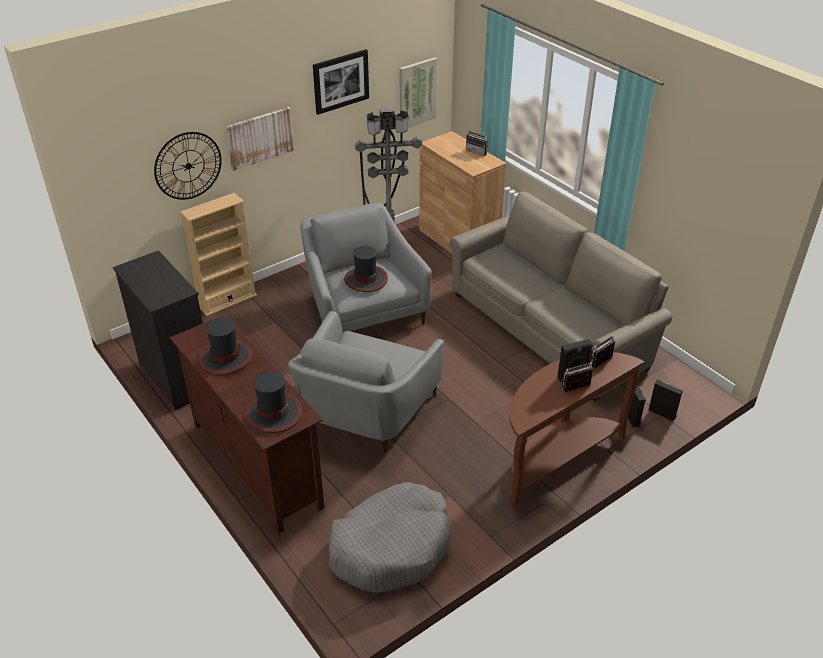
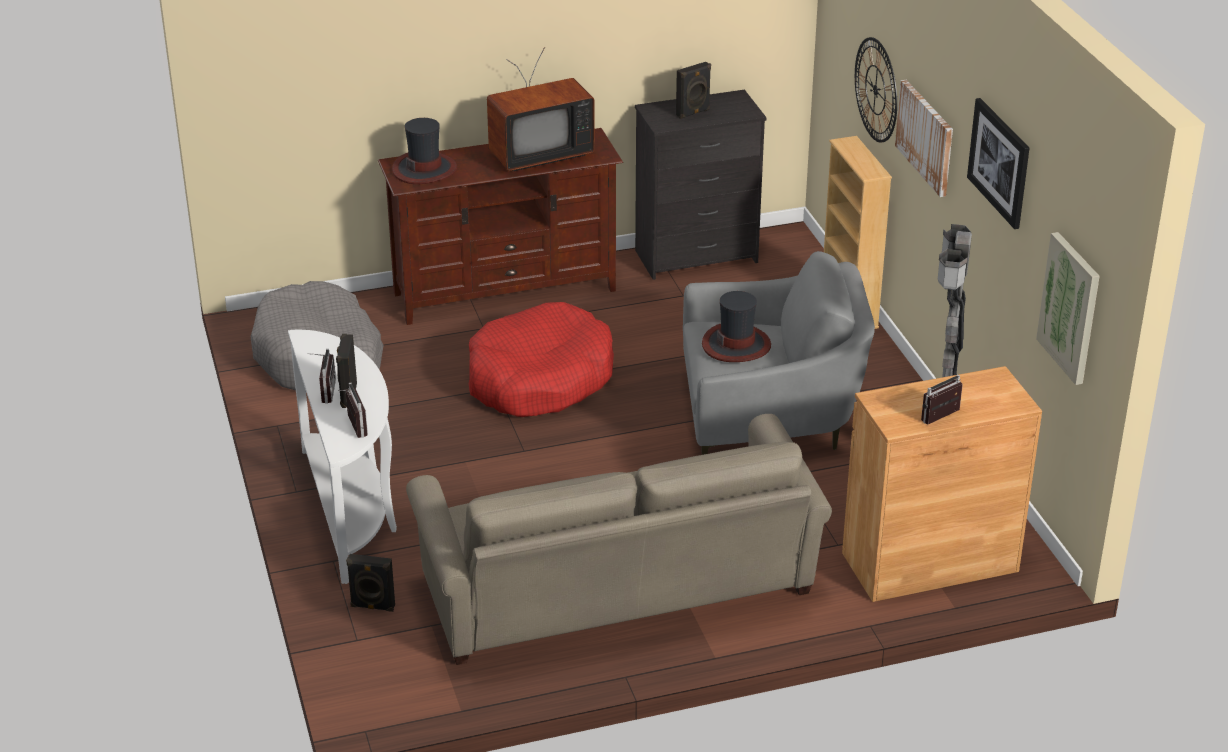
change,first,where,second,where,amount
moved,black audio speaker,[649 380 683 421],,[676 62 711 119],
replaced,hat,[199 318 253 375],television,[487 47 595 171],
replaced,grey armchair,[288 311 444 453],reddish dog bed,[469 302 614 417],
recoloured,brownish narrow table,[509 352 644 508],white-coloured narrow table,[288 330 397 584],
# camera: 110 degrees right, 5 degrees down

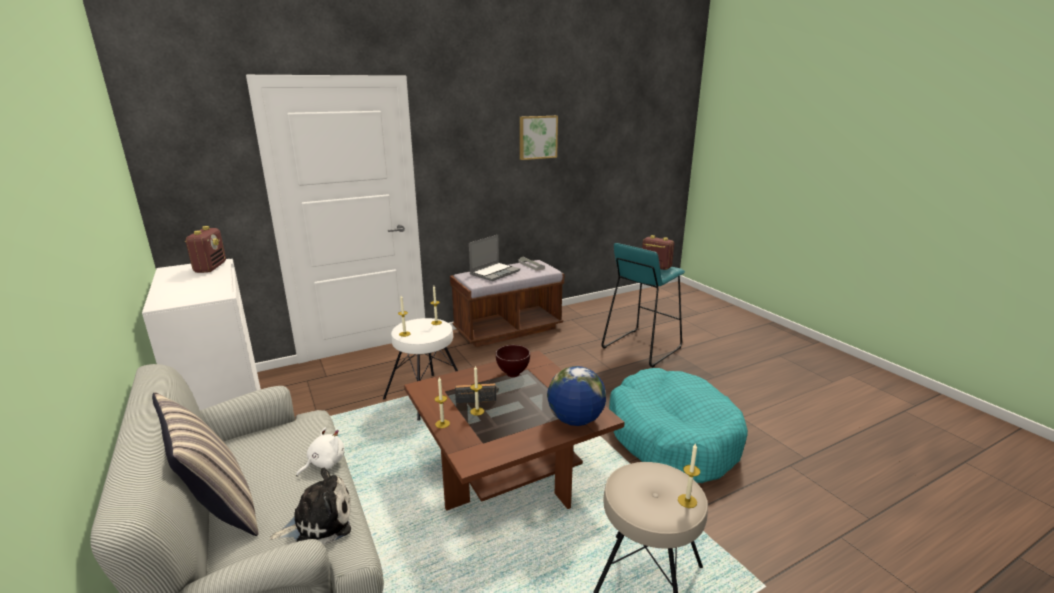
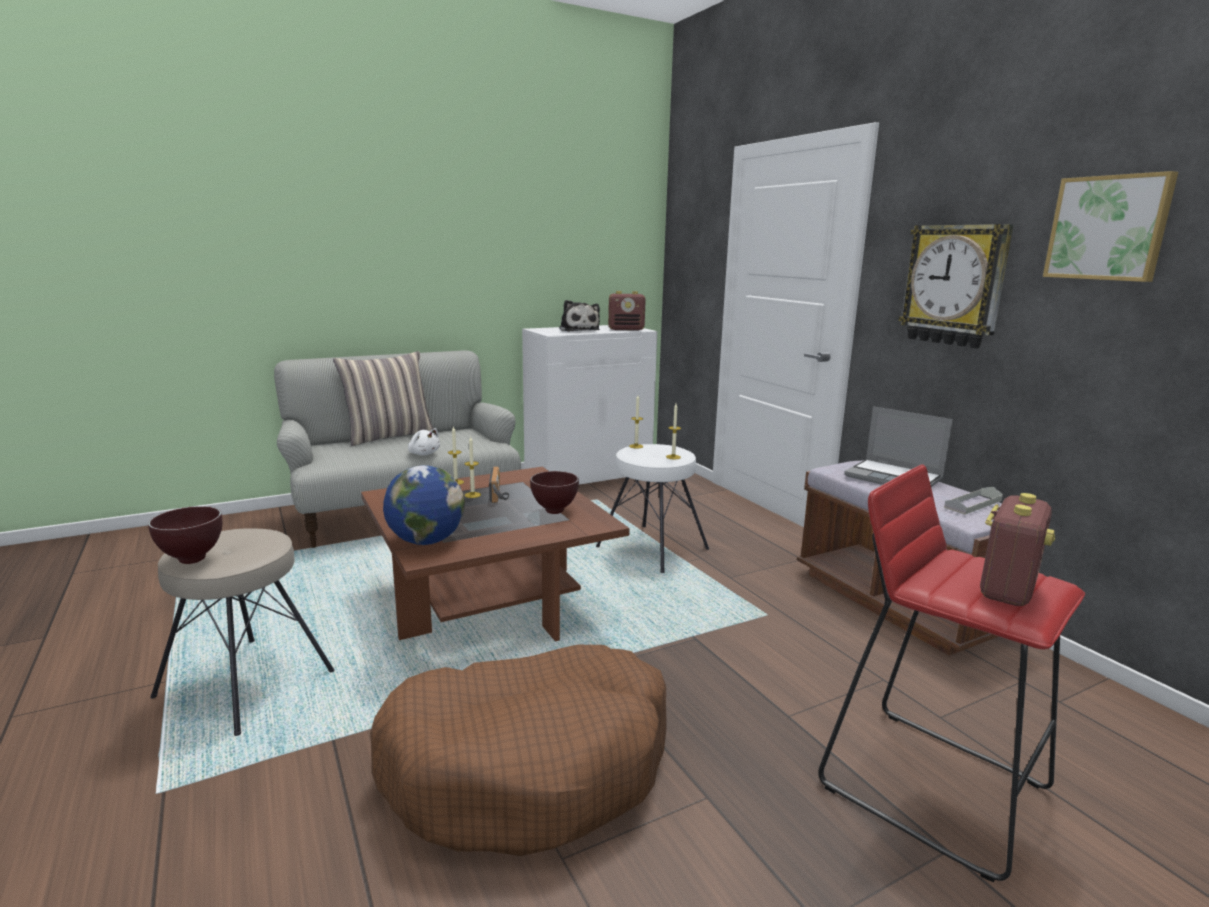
change,first,where,second,where,amount
added,,,hanging clock,[898 224 1013 349],
moved,plush toy,[269 468 351 544],,[559 300 600 332],
replaced,candle,[678 443 700 508],brownish bowl,[148 506 222 564],
recoloured,turquoise sitting stool,[601 243 685 367],reddish sitting stool,[818 464 1085 882],
recoloured,turquoise dog bed,[609 368 748 483],brownish dog bed,[370 645 667 856],
# camera: 90 degrees right, 5 degrees down

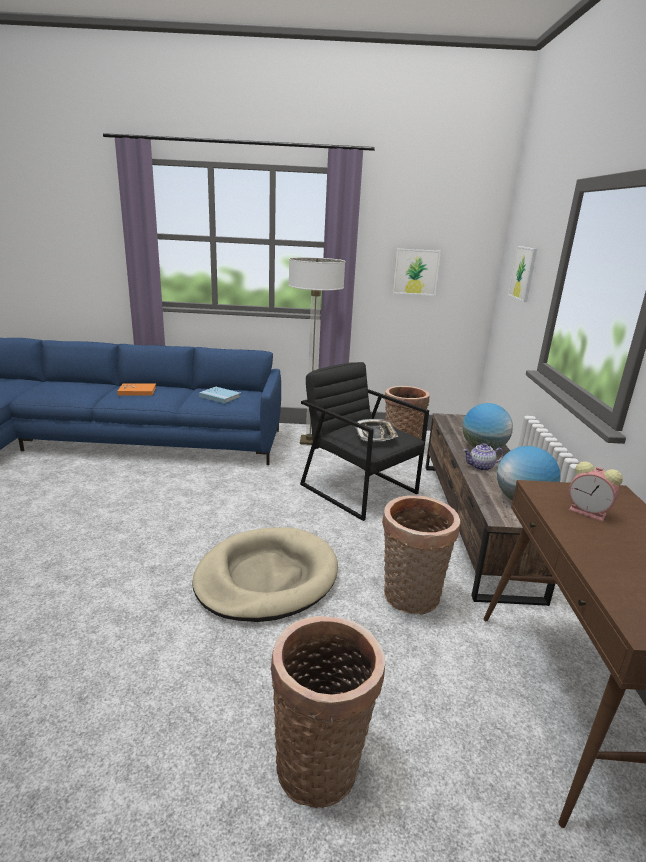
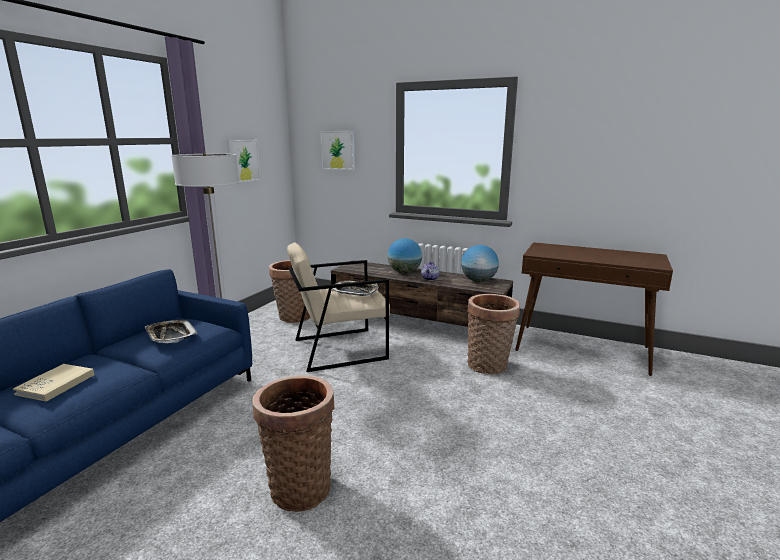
change,first,where,second,where,amount
removed,sand-coloured dog bed,[193 527 338 622],,,
removed,table clock,[569 461 623 522],,,
moved,basket,[270 616 385 808],,[252 375 335 512],
replaced,blue book,[199 387 241 404],serving tray,[145 320 197 343],
recoloured,orange-coloured book,[117 383 156 396],sand-coloured book,[13 364 95 402],
recoloured,black armchair,[300 362 429 521],sand-coloured armchair,[287 242 390 372],
# camera: 65 degrees left, 5 degrees down

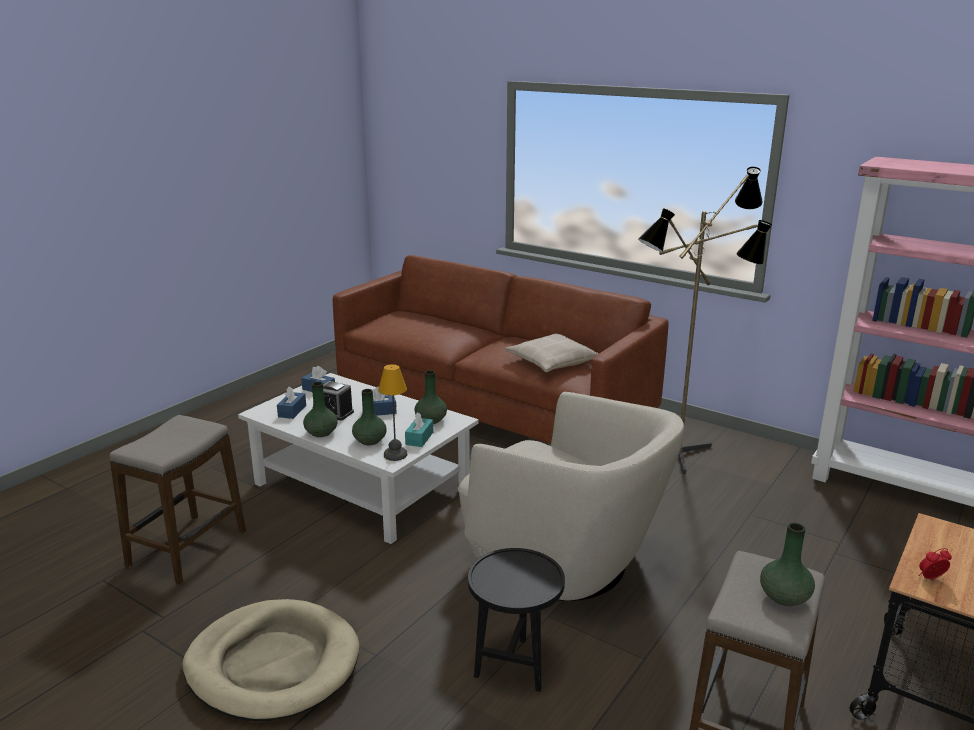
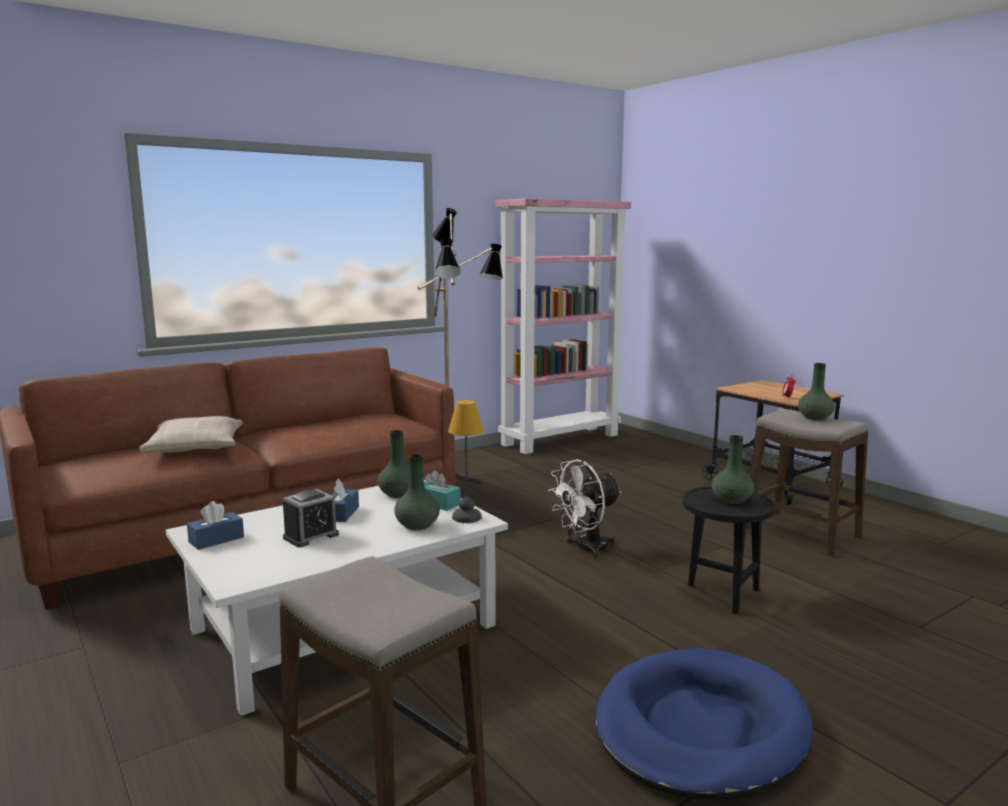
change,first,where,second,where,amount
removed,blue tissue holder,[277 387 306 419],,,
moved,green-coloured decorative vase,[303 382 338 437],,[712 435 755 504],
moved,sand-coloured pillow,[505 334 599 372],,[139 416 243 452],
replaced,sand-coloured armchair,[459 392 684 601],white-coloured fan,[548 459 621 559],
recoloured,sand-coloured dog bed,[183 599 359 721],blue dog bed,[595 648 813 800],
# camera: 70 degrees left, 10 degrees down

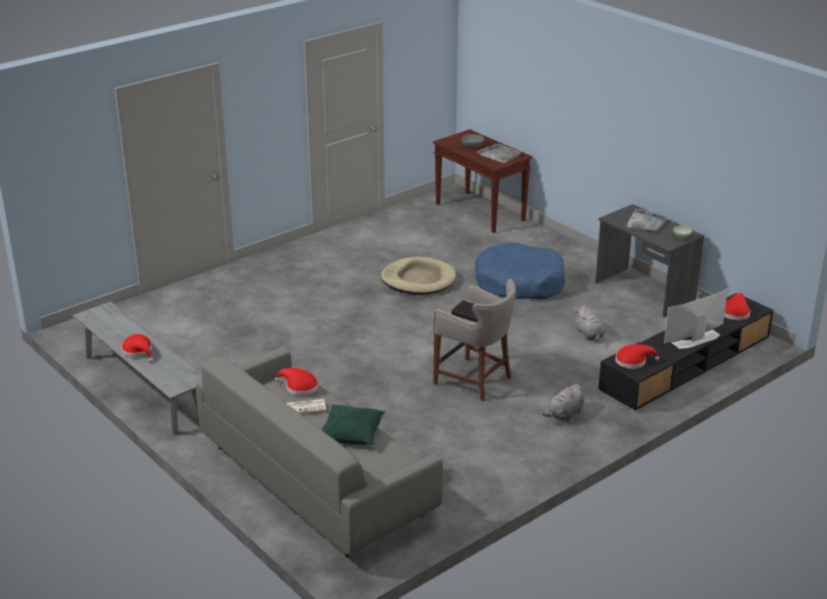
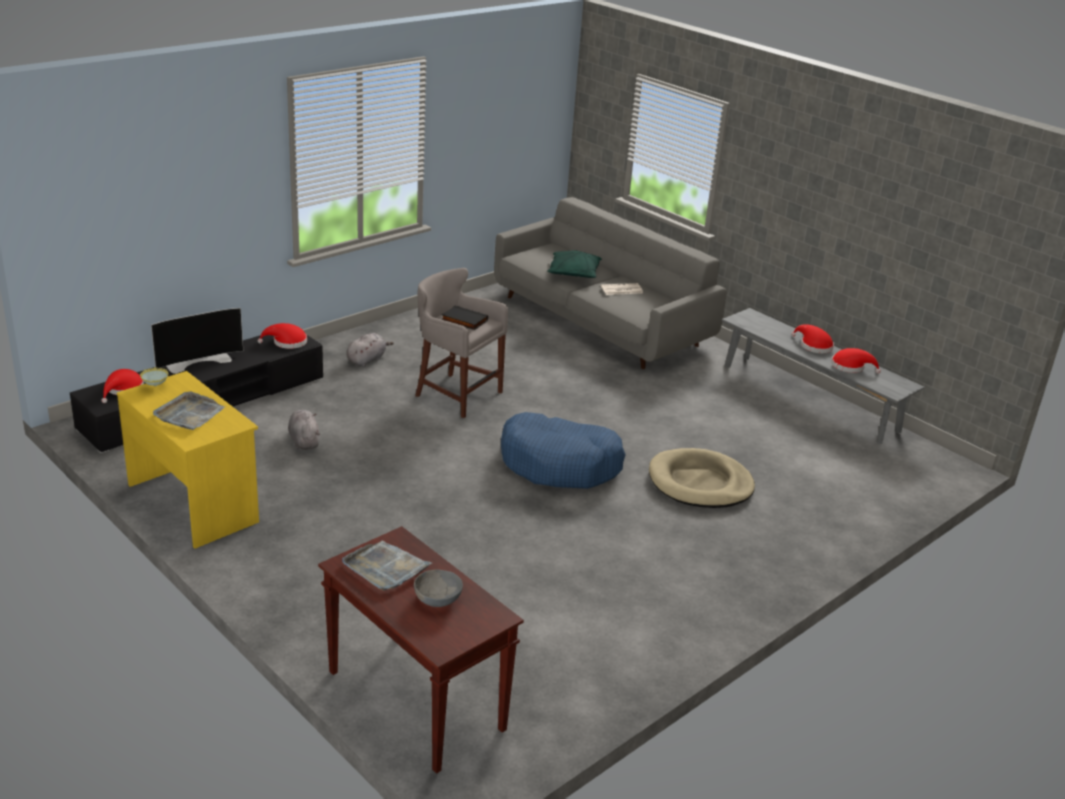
change,first,where,second,where,amount
moved,reddish hat,[275 368 318 396],,[831 348 881 374],
moved,sand-coloured dog bed,[381 257 456 295],,[649 448 755 508],
moved,blue dog bed,[475 242 565 300],,[501 412 626 489],
recoloured,grey desk unit,[595 204 704 317],yellow-coloured desk unit,[117 371 259 549],
# camera: 175 degrees right, 0 degrees up

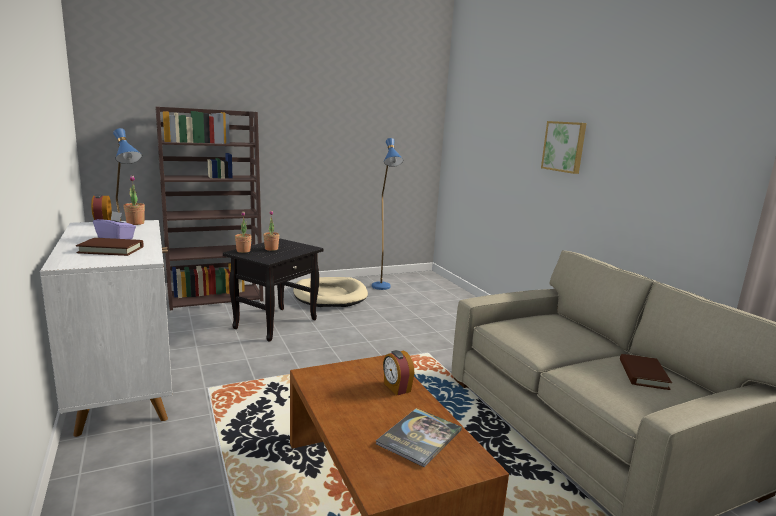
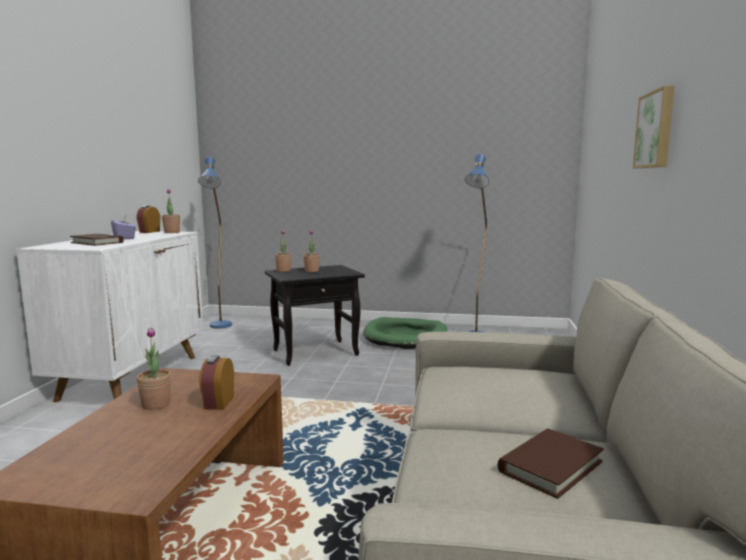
change,first,where,second,where,amount
removed,brownish shelving unit,[155 106 263 310],,,
removed,book,[376 408 462 467],,,
added,,,houseplant,[136 327 171 410],
recoloured,sand-coloured dog bed,[293 277 368 307],green-coloured dog bed,[363 317 448 349],
# camera: 35 degrees right, 5 degrees down

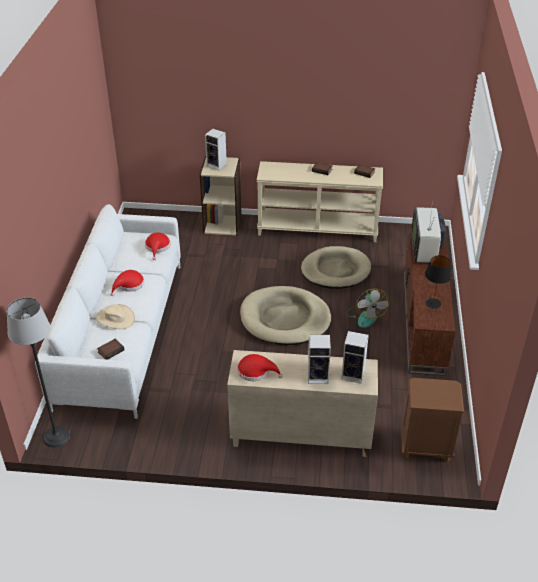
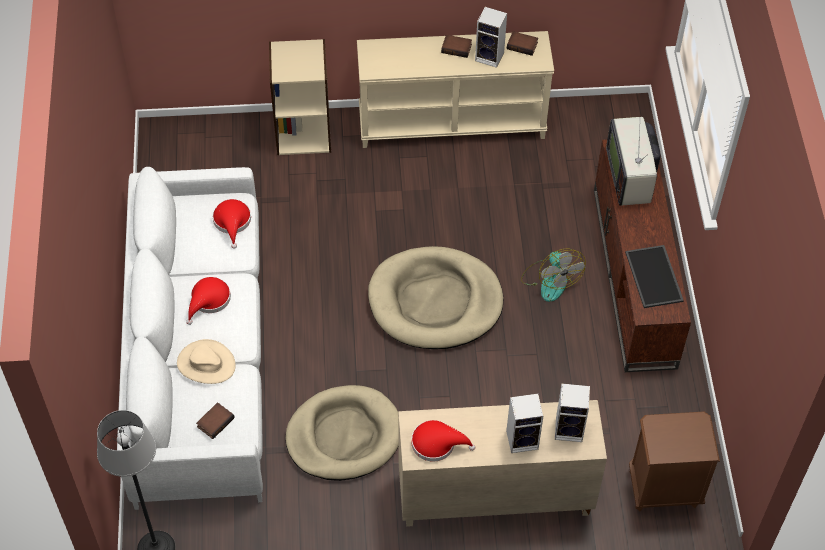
change,first,where,second,where,amount
moved,audio speaker,[205 129 227 170],,[475 7 507 68],
moved,sand-coloured dog bed,[301 246 371 289],,[286 385 398 481],
replaced,black table lamp,[425 255 452 309],serving tray,[625 245 684 308],
# camera: 10 degrees left, 15 degrees up

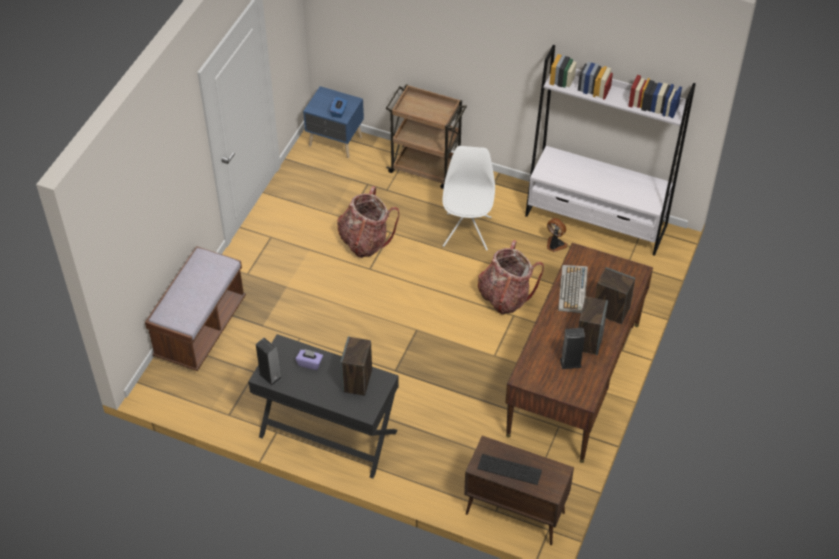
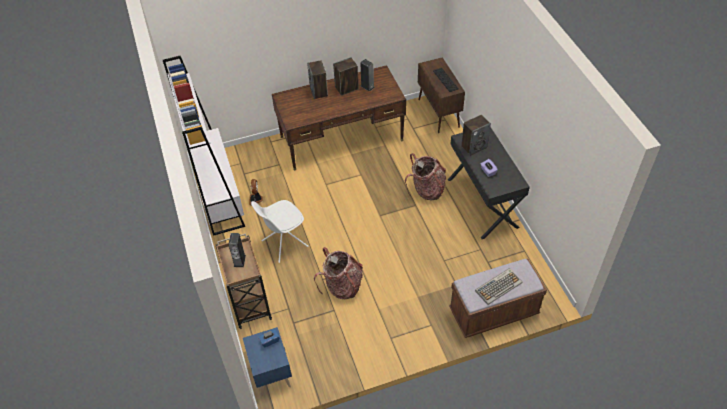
change,first,where,second,where,amount
moved,audio speaker,[256 338 282 386],,[228 233 246 267],
moved,backpack,[478 240 544 314],,[405 153 446 201],
moved,PC keyboard,[558 265 588 313],,[475 268 522 305],
# camera: 130 degrees left, 0 degrees up

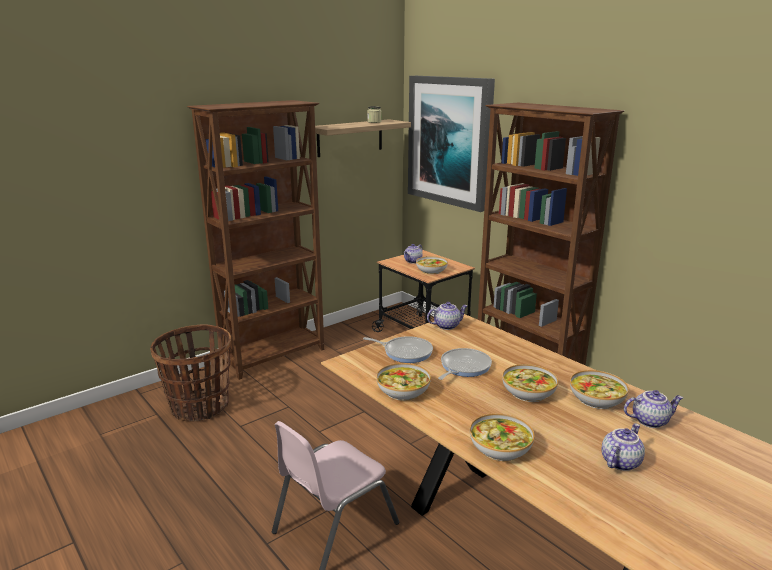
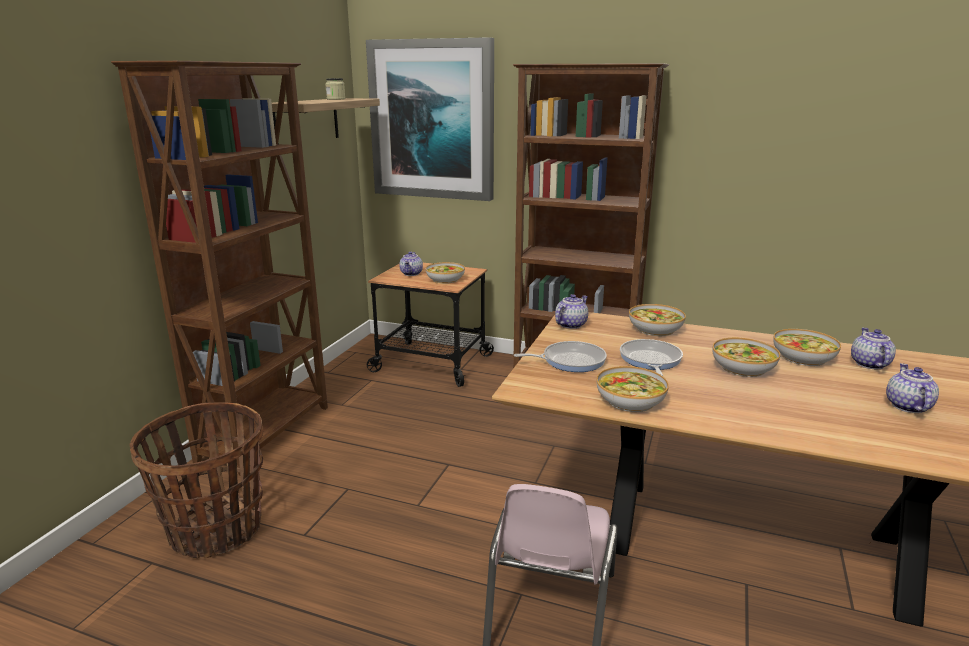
change,first,where,second,where,amount
moved,bowl,[470 413 535 461],,[629 304 686 336],
turned,tea pot,[624 390 683 428],,[851 328 896 369],45 degrees counterclockwise
# camera: 30 degrees left, 0 degrees up

